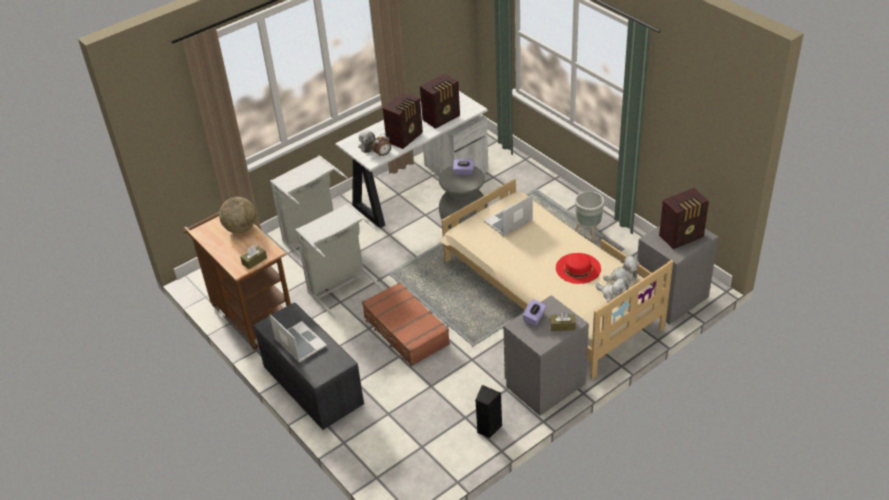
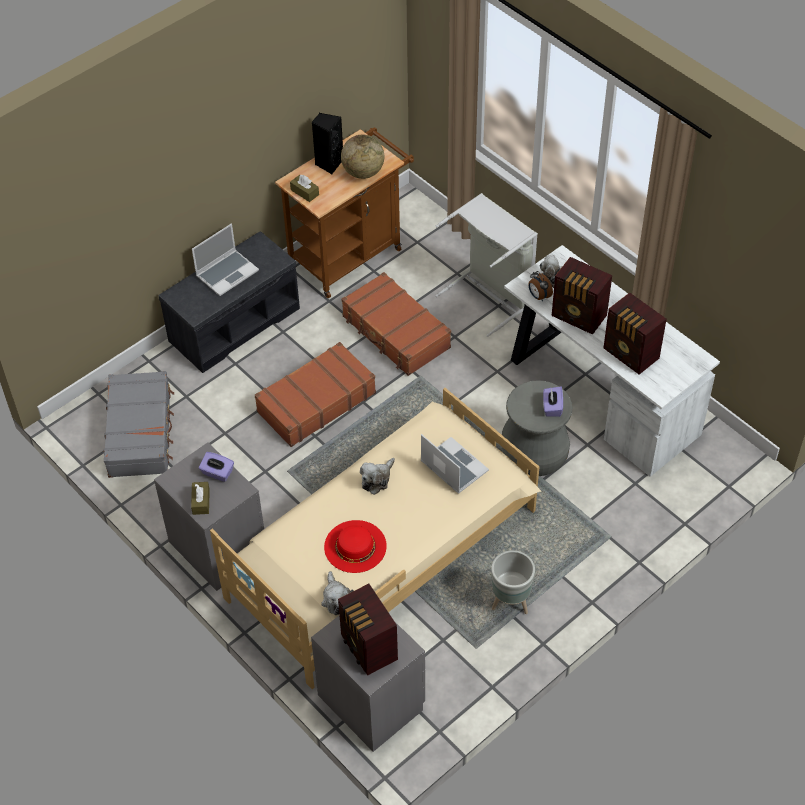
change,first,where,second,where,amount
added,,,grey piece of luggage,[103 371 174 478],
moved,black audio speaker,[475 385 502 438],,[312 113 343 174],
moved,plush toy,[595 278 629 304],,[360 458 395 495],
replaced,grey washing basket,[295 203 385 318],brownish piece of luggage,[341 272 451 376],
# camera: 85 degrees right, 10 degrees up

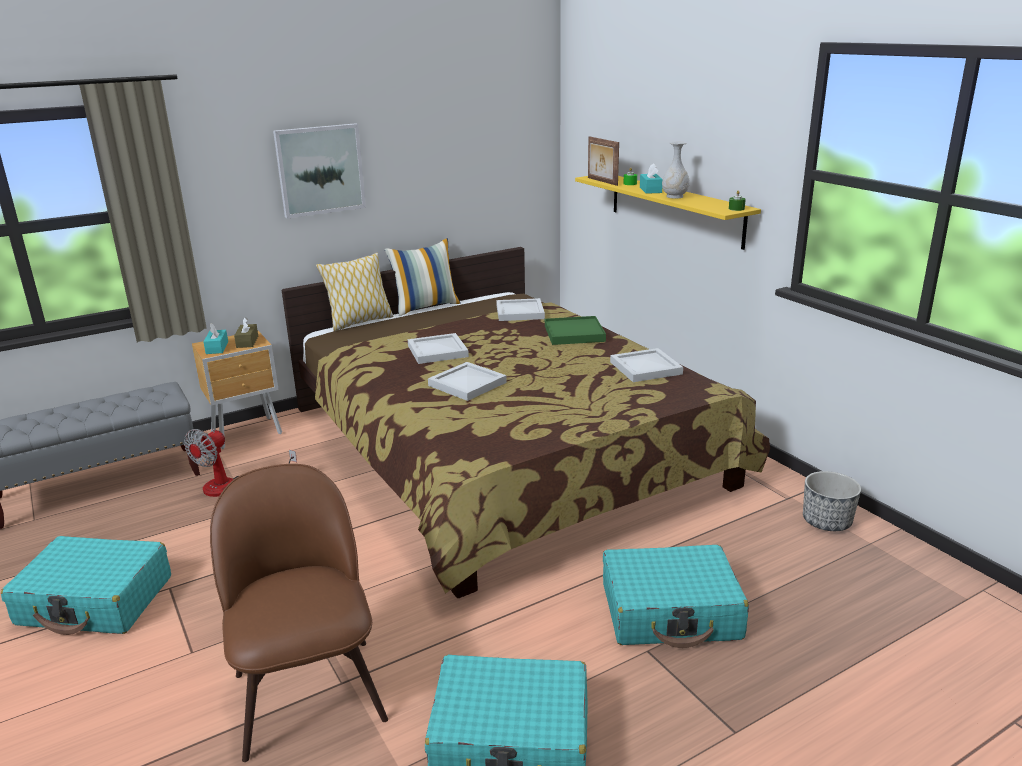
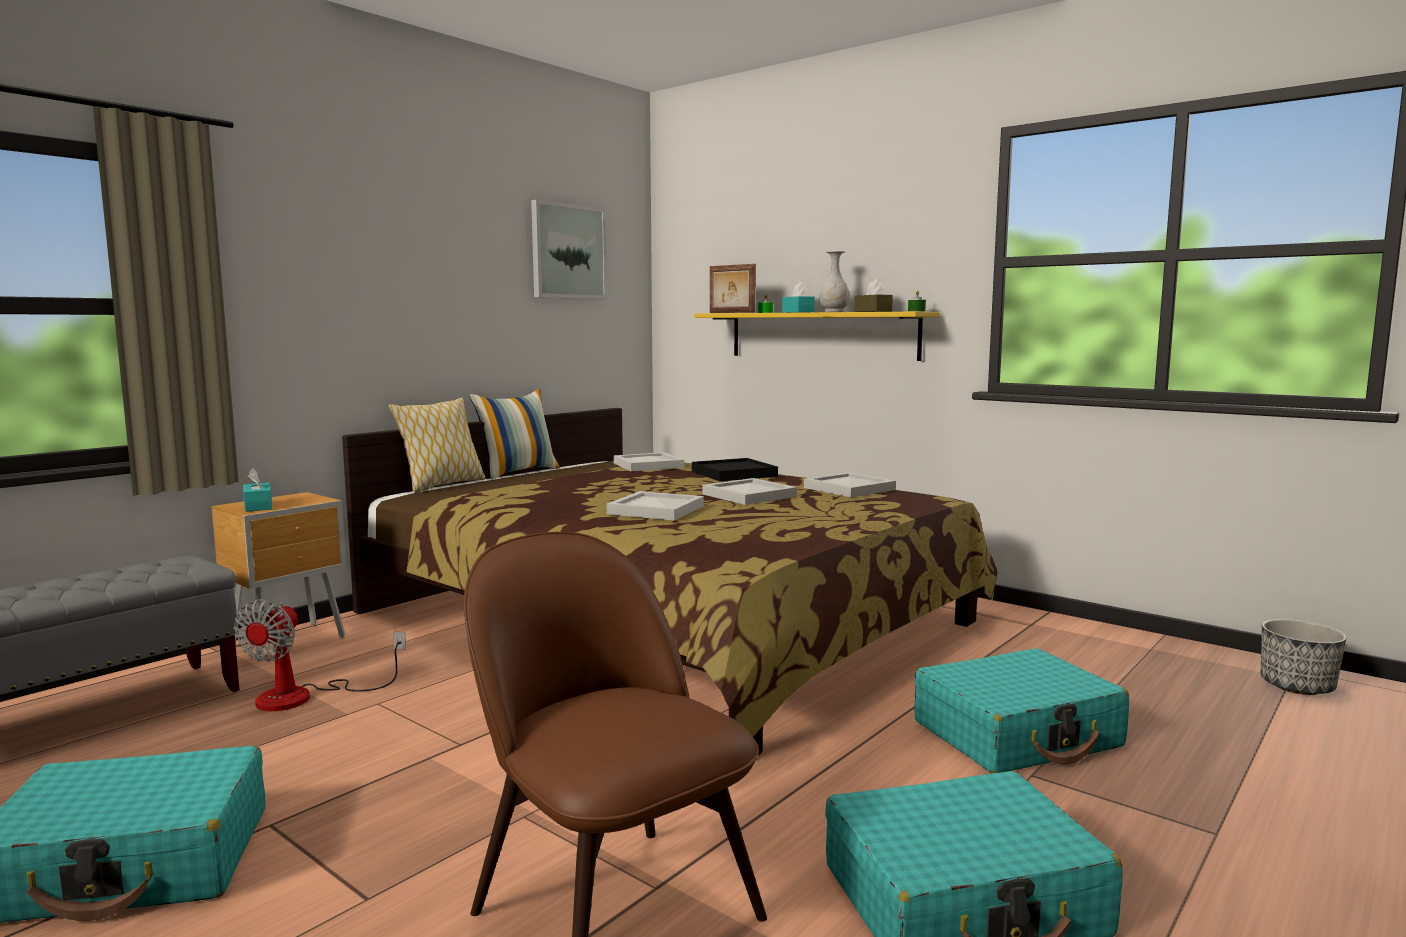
change,first,where,second,where,amount
moved,brownish tissue holder,[234 317 258 348],,[854 279 893 312],
moved,wall art,[273 123 366 219],,[531 200 607 299],
moved,white-coloured serving tray,[408 333 469 364],,[702 478 797 505],
moved,plant pot,[803 471 861 531],,[1261 619 1346 695],
recoloured,green-coloured serving tray,[545 316 606 345],black serving tray,[692 458 778 481],
# camera: 20 degrees left, 15 degrees down

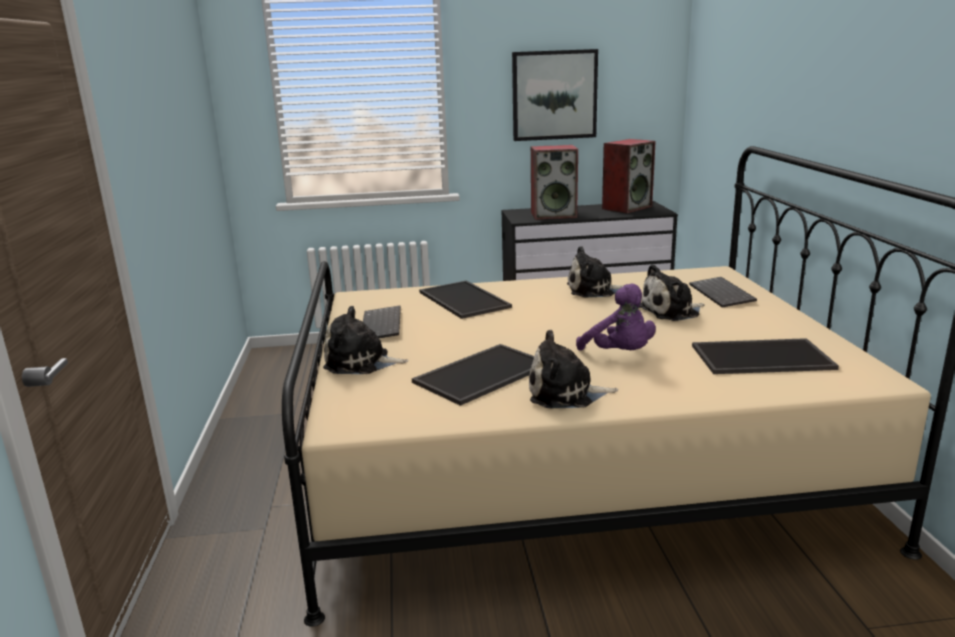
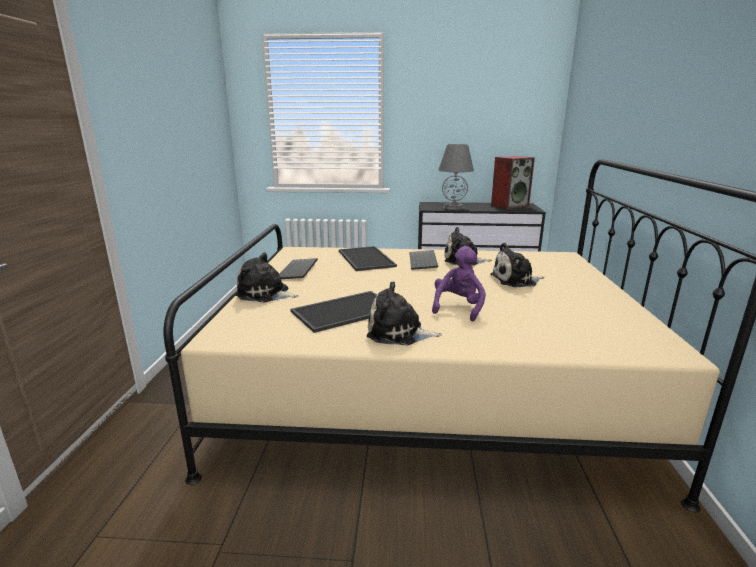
change,first,where,second,where,amount
removed,wall art,[512 49 598 141],,,
removed,serving tray,[692 338 839 374],,,
moved,PC keyboard,[689 277 757 308],,[409 250 438 270],
replaced,audio speaker,[531 145 578 220],grey table lamp,[438 144 474 209],
turned,purplish plush toy,[576 284 656 351],,[432 246 486 321],135 degrees counterclockwise
# camera: 10 degrees right, 0 degrees up

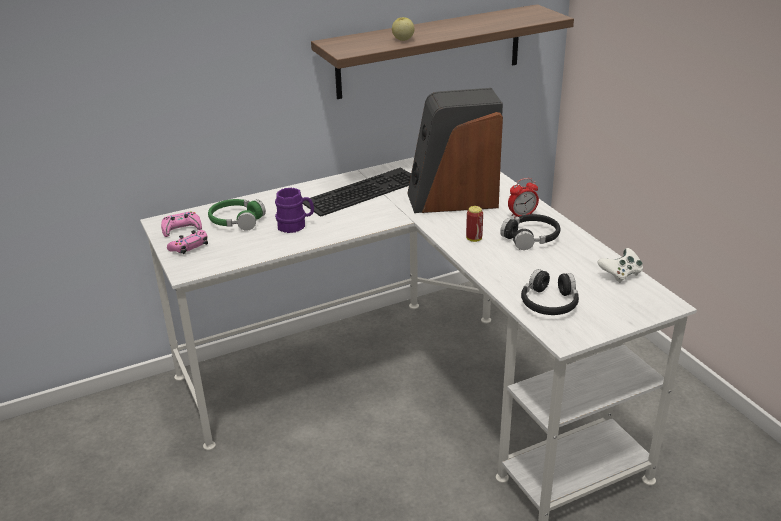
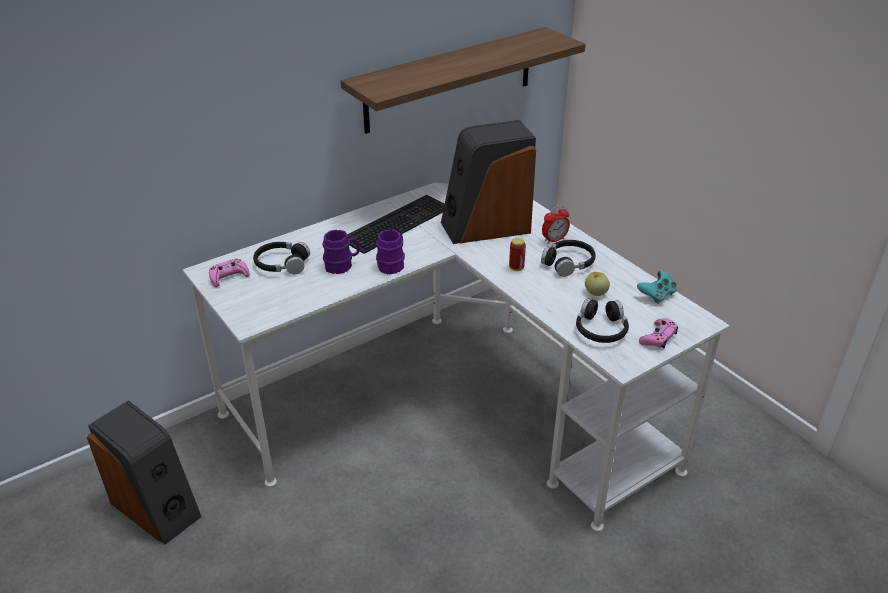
change,first,where,second,where,amount
added,,,audio speaker,[87 400 202 545],
added,,,purplish mug,[376 229 405 275],
moved,pink-coloured gamepad,[167 230 208 254],,[639 318 678 348],
moved,apple,[392 17 414 41],,[585 272 610 296],
recoloured,green-coloured headphones,[208 199 266 231],black headphones,[253 242 310 274],
recoloured,white-coloured gamepad,[598 248 643 283],turquoise gamepad,[637 270 677 304],
# camera: 10 degrees left, 5 degrees up

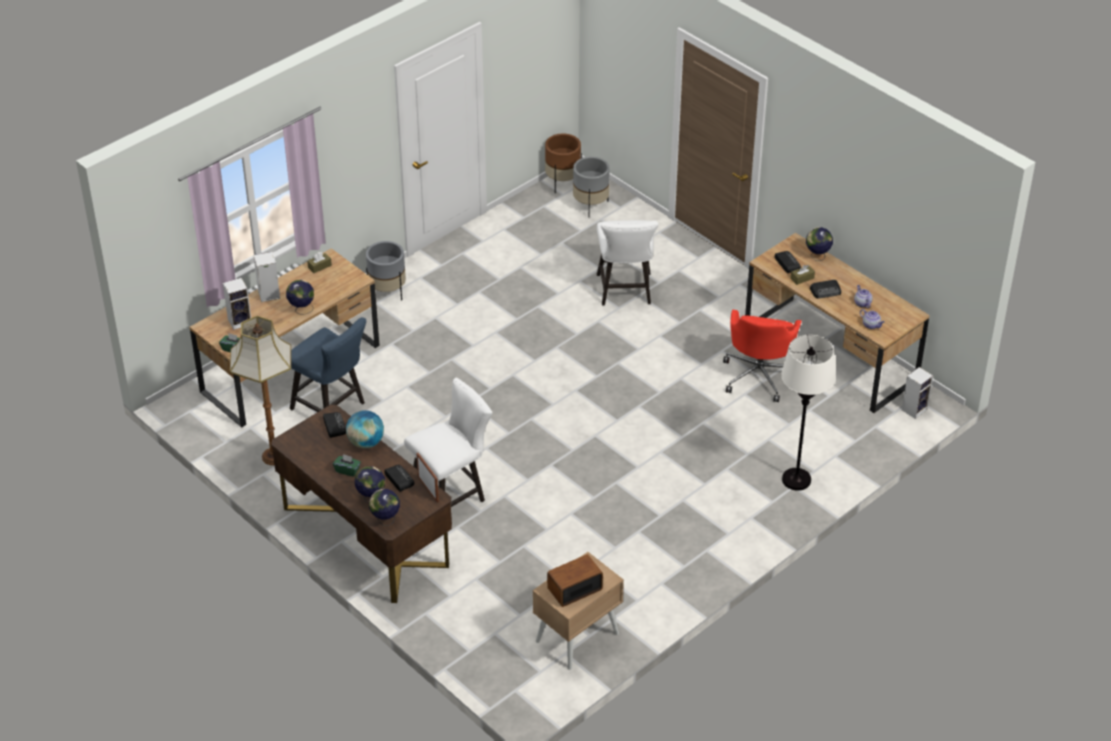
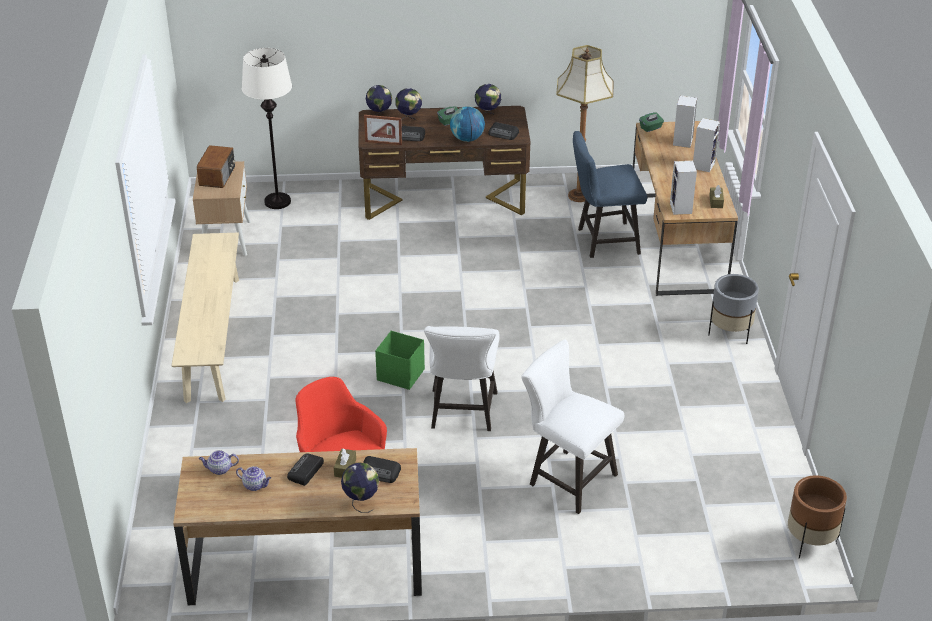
change,first,where,second,where,amount
removed,grey plant pot,[573 156 610 208],,,
added,,,sand-coloured long seat,[171 233 239 403],
added,,,green-coloured storage box,[375 331 425 390],
moved,world globe,[286 280 314 315],,[475 84 501 121],
moved,white-coloured plain chair,[404 377 492 507],,[424 326 500 431],
moved,white-coloured floor lamp,[781 335 836 490],,[242 48 292 209],
moved,audio speaker,[902 367 933 419],,[670 161 697 215],
# camera: 130 degrees right, 5 degrees down

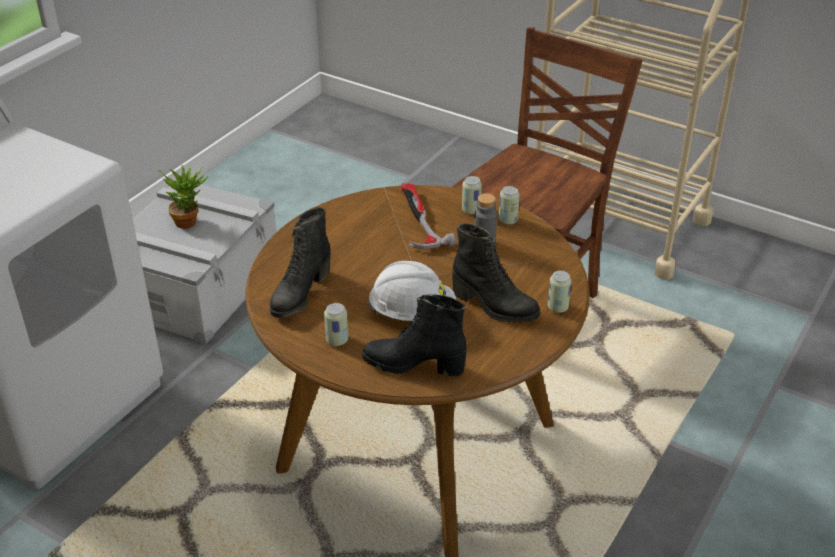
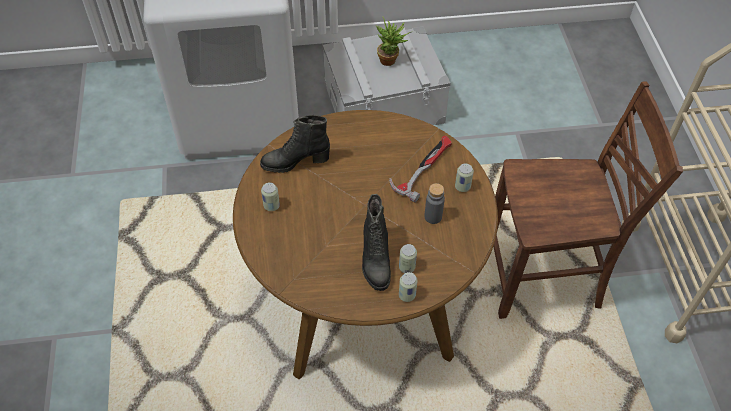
change,first,where,second,where,amount
removed,black high-top boot,[362 294 467 376],,,
removed,white-coloured hard hat,[367 261 456 321],,,
moved,can,[499 186 520 225],,[399 244 417 273],
# camera: 50 degrees right, 15 degrees up

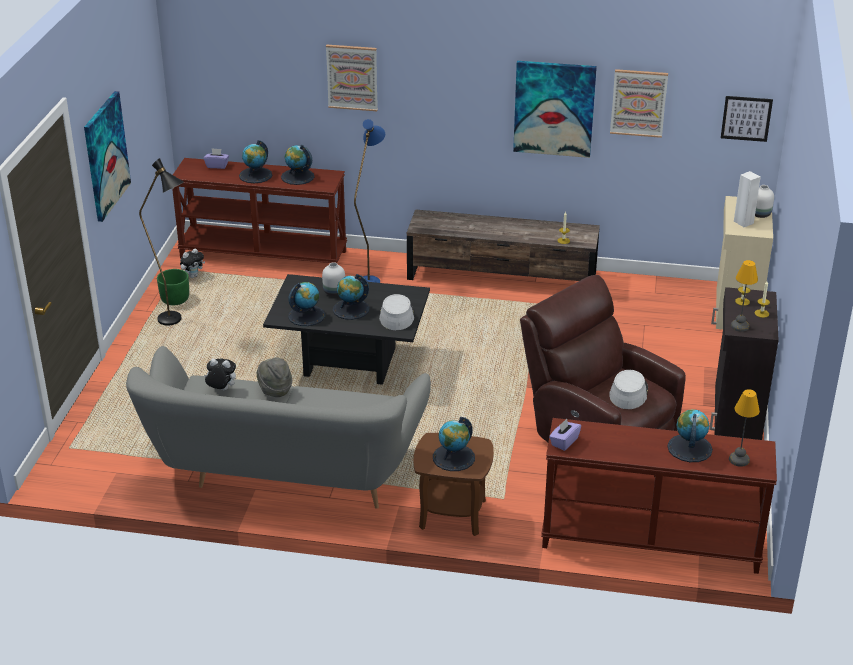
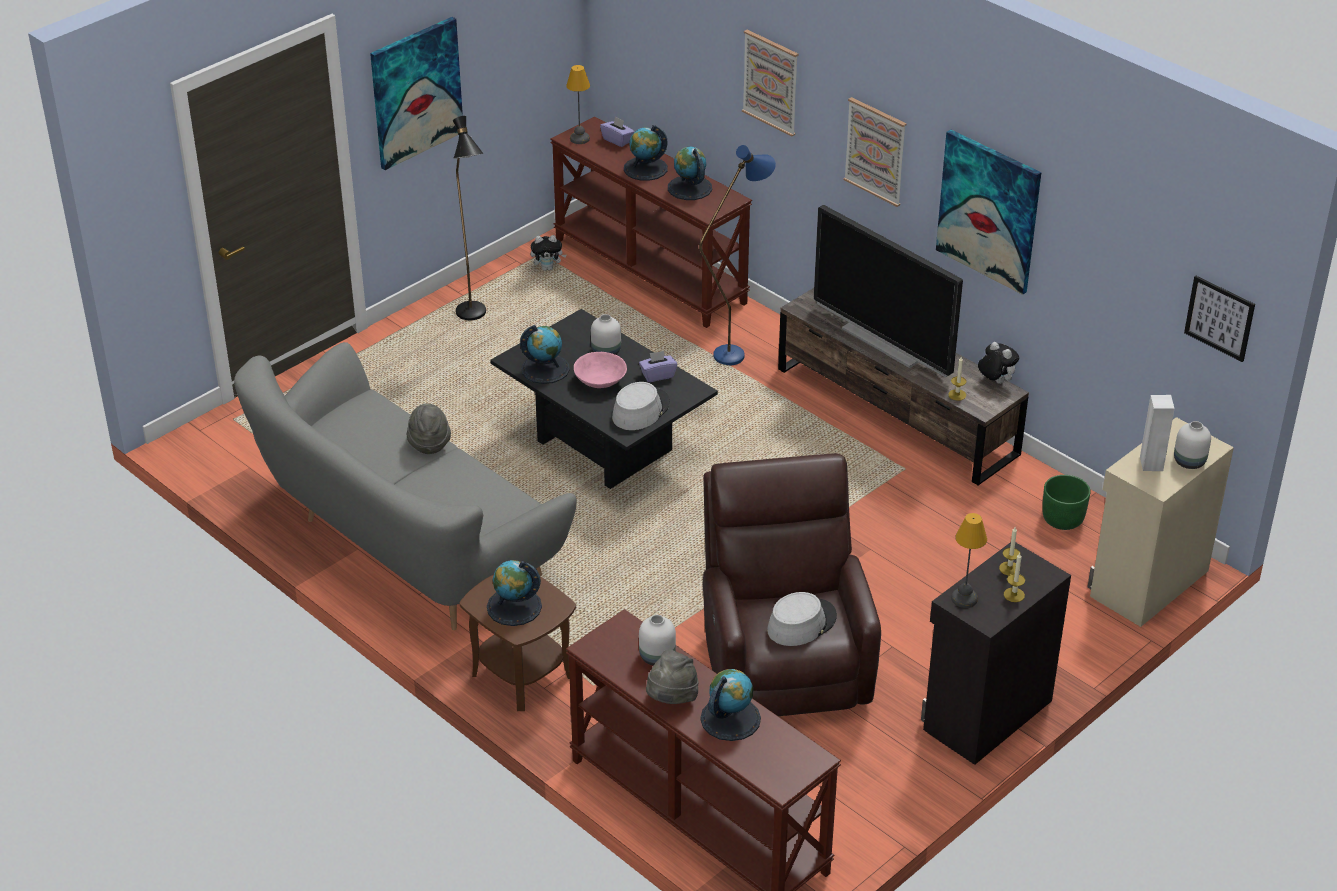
change,first,where,second,where,amount
added,,,white-coloured decorative vase,[639 615 676 666],
added,,,grey hat,[646 650 699 704],
added,,,television,[814 205 963 377],
moved,green-coloured plant pot,[157 269 189 305],,[1042 475 1090 530],
moved,plush toy,[204 359 236 391],,[978 342 1019 384],
moved,purplish tissue holder,[549 419 581 451],,[639 351 677 382],
moved,wall art,[610 69 668 138],,[844 97 907 207],
moved,table lamp,[729 389 760 467],,[566 65 590 144],
replaced,world globe,[333 274 370 320],pink-coloured bowl,[574 352 627 388],
# camera: 35 degrees right, 5 degrees up

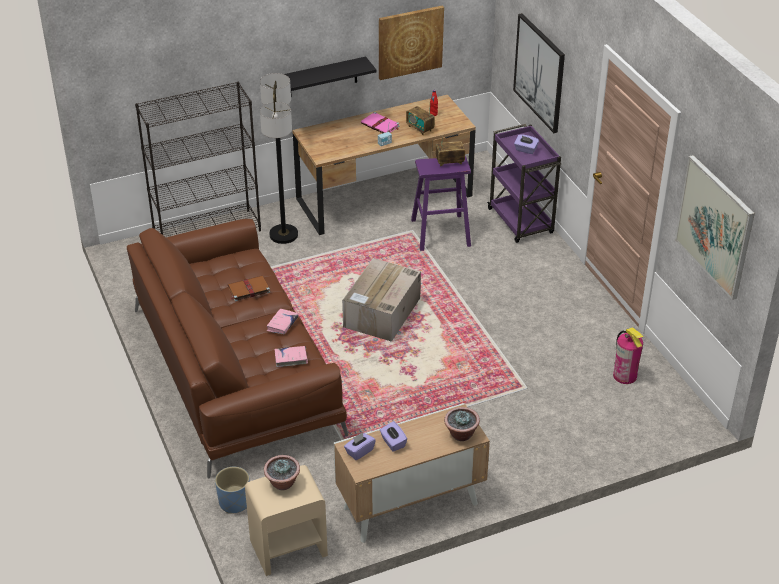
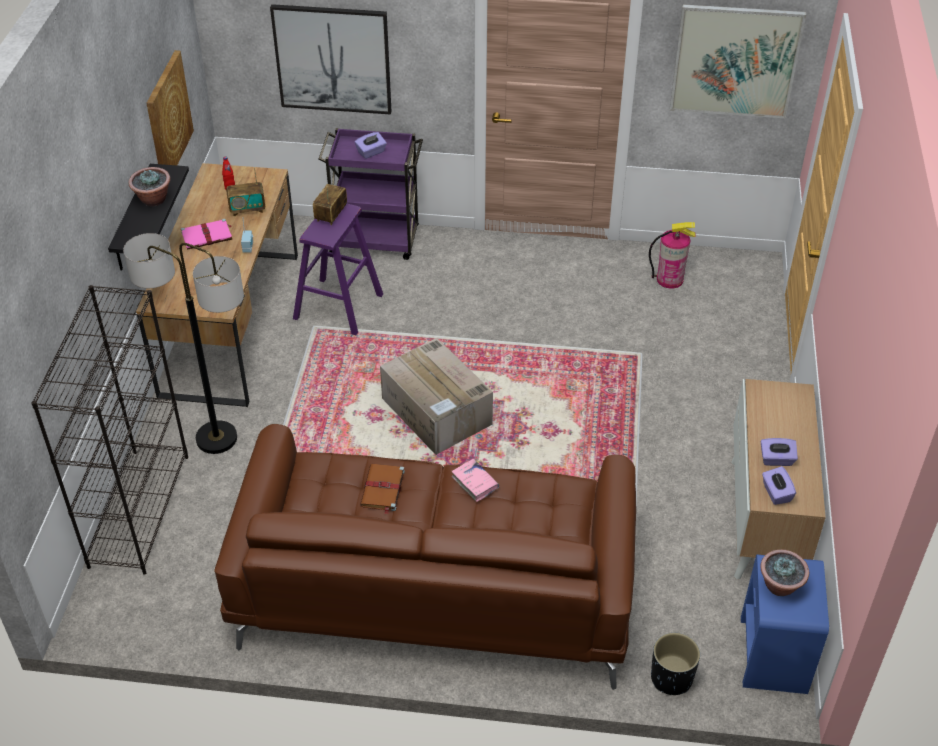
change,first,where,second,where,amount
removed,pink-coloured book,[274 346 308 367],,,
moved,houseplant,[444 407 480 441],,[129 167 170 206],
recoloured,blue plant pot,[215 467 250 514],black plant pot,[651 633 700 695],
recoloured,sand-coloured nightstand,[245 465 328 576],blue nightstand,[741 555 829 694],
# camera: 60 degrees left, 5 degrees up

